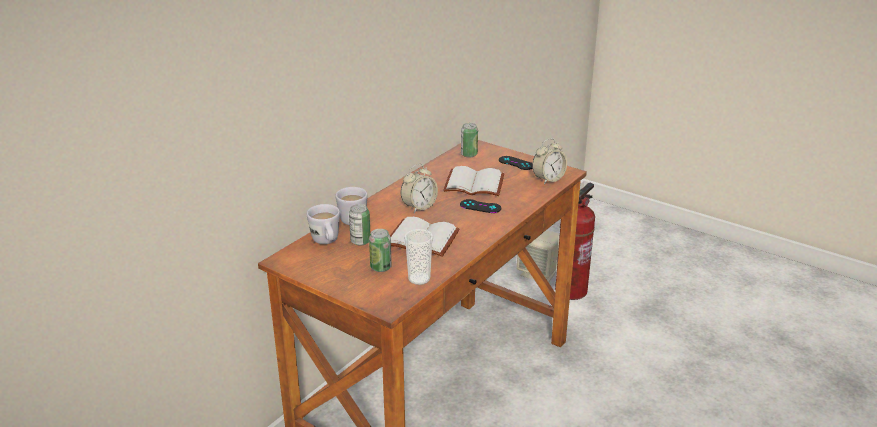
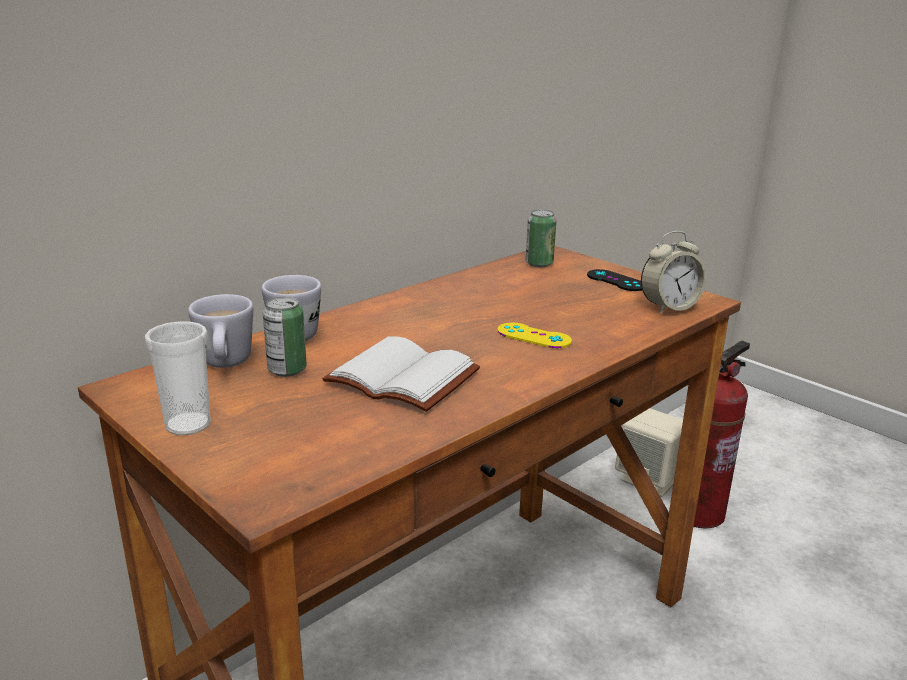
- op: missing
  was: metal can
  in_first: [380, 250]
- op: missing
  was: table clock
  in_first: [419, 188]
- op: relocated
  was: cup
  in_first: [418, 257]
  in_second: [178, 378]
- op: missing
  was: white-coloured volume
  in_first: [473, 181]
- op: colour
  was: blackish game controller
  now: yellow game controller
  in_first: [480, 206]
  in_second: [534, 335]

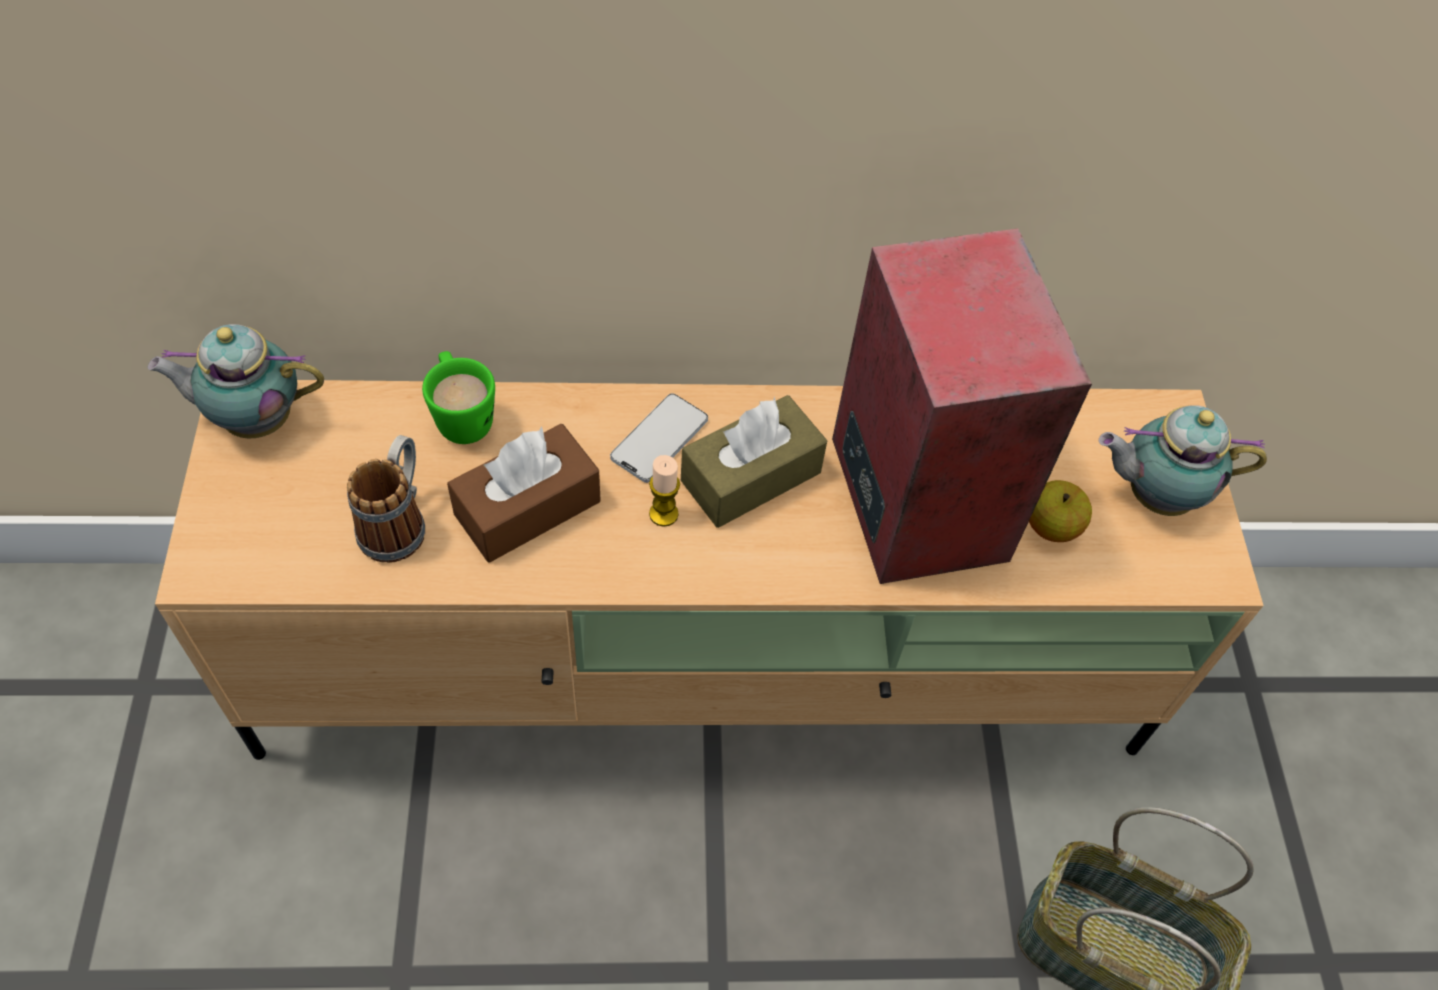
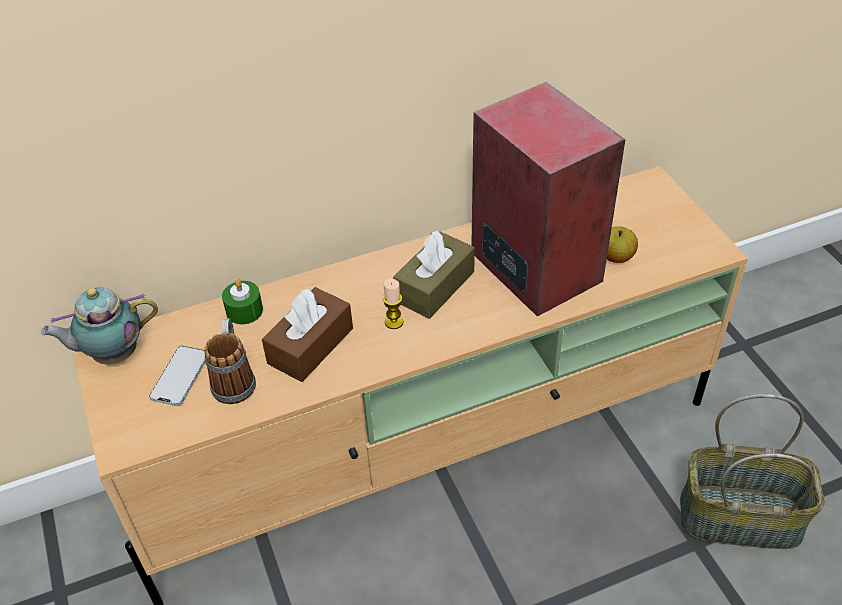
- op: exchanged
  was: green coffee mug
  now: green wax light
  in_first: [458, 397]
  in_second: [242, 301]
- op: relocated
  was: handset
  in_first: [659, 438]
  in_second: [177, 376]
- op: missing
  was: tea pot
  in_first: [1183, 460]

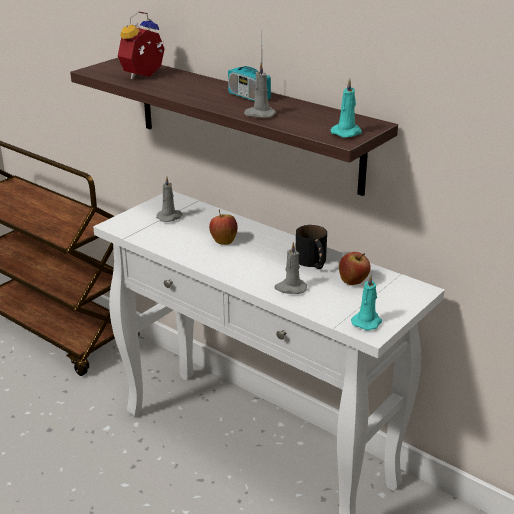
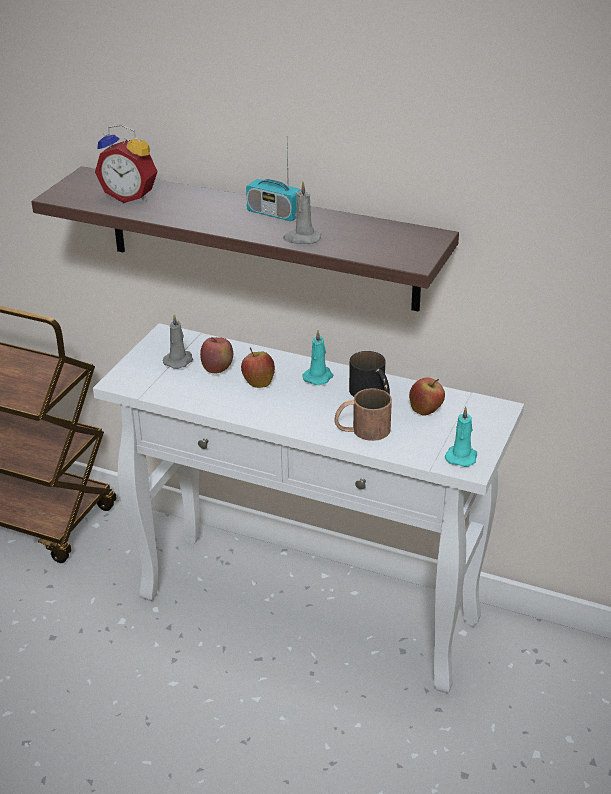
- op: spun
  was: table clock
  in_first: [141, 45]
  in_second: [126, 163]
  clockwise: -90
- op: exchanged
  was: grey wax light
  now: brownish coffee mug
  in_first: [291, 268]
  in_second: [363, 414]
- op: relocated
  was: turquoise-coloured wax light
  in_first: [346, 108]
  in_second: [317, 357]
- op: appeared
  now: apple
  in_second: [216, 355]

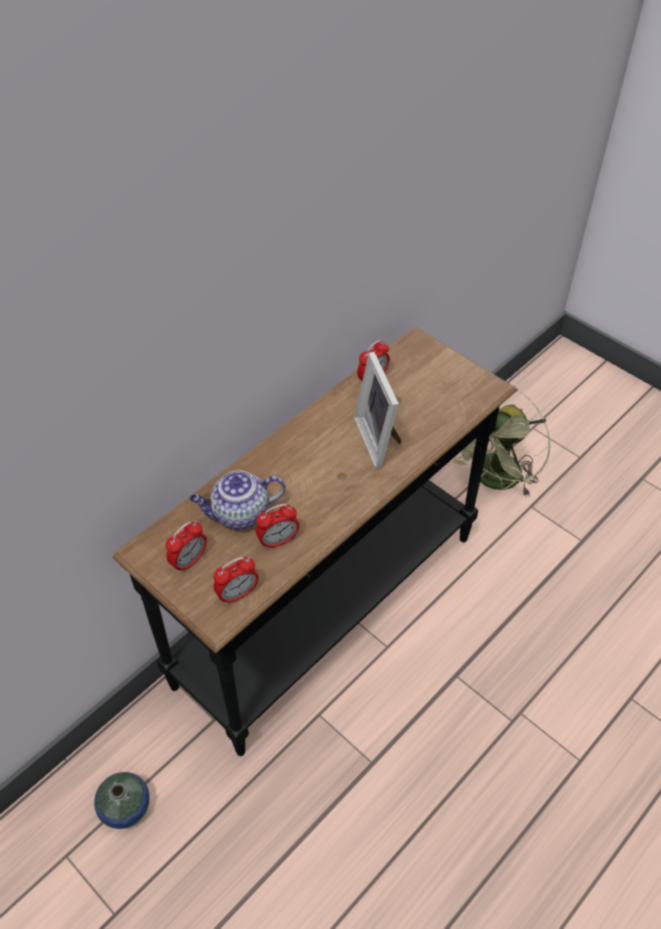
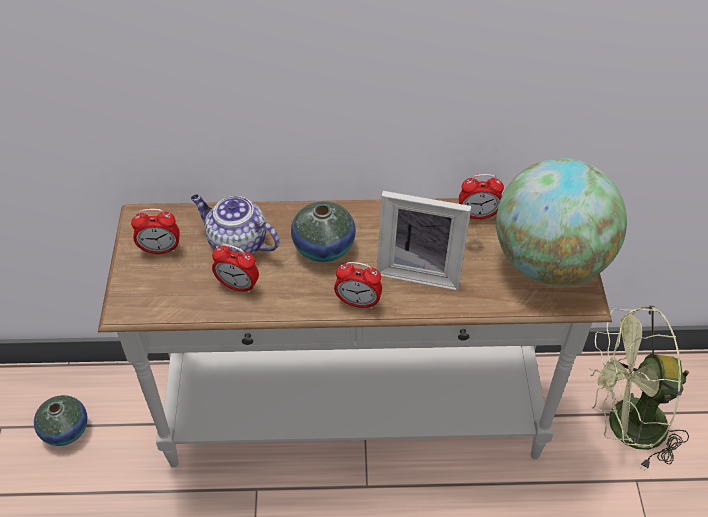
- op: colour
  was: blackish hall table
  now: white-coloured hall table
  in_first: [315, 541]
  in_second: [355, 332]
- op: relocated
  was: table clock
  in_first: [236, 581]
  in_second: [358, 285]
- op: spun
  was: photo frame
  in_first: [378, 410]
  in_second: [424, 240]
  clockwise: -105
- op: appeared
  now: flower vase
  in_second: [323, 231]
- op: appeared
  now: globe
  in_second: [561, 222]

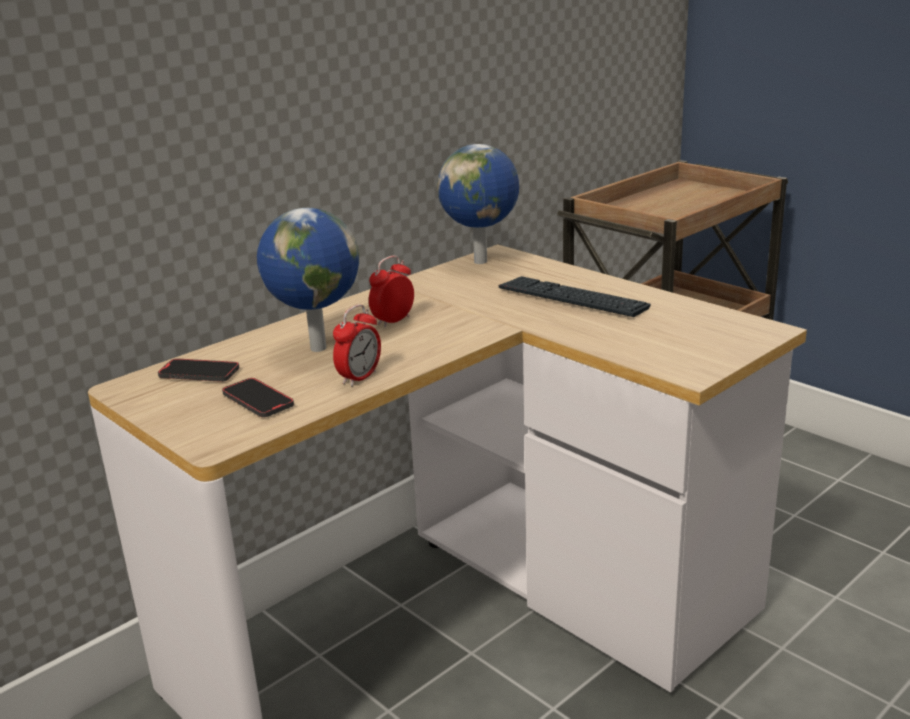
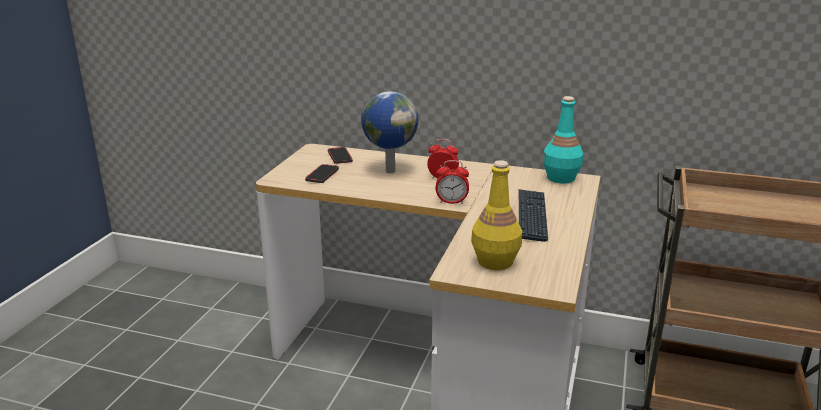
- op: relocated
  was: table clock
  in_first: [357, 345]
  in_second: [452, 182]
- op: exchanged
  was: globe
  now: turquoise-coloured bottle
  in_first: [478, 204]
  in_second: [563, 140]
- op: appeared
  now: yellow bottle
  in_second: [496, 215]

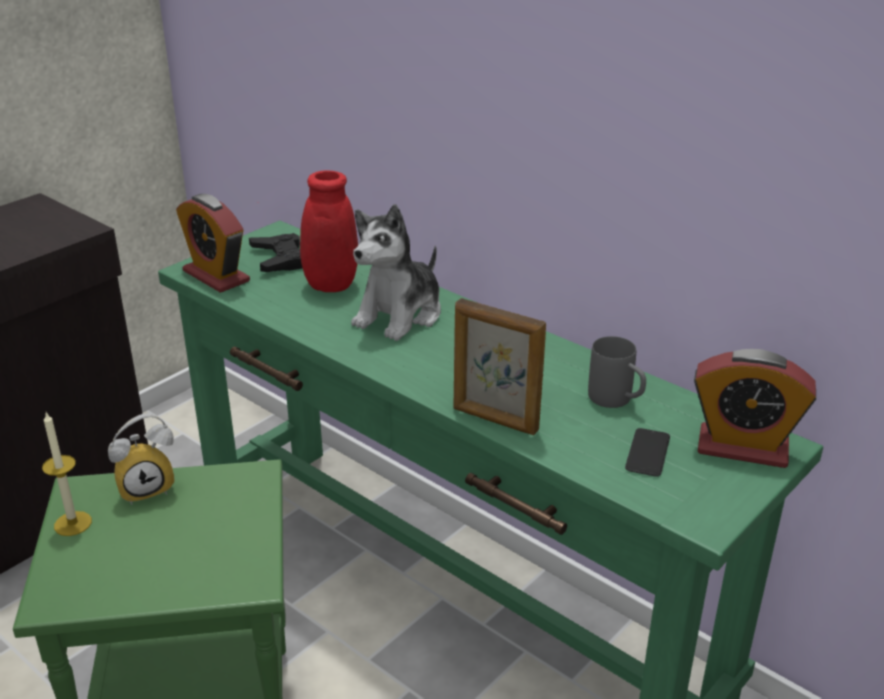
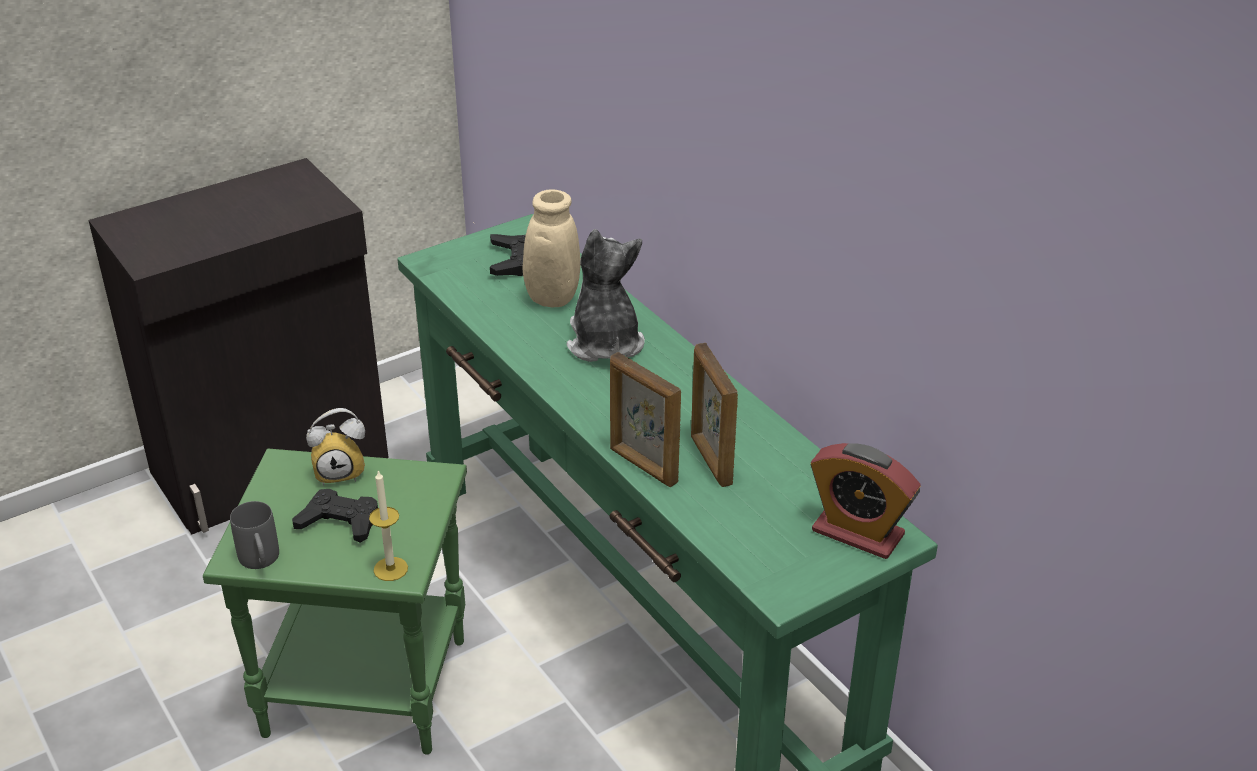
- op: relocated
  was: wax light
  in_first: [67, 474]
  in_second: [388, 525]
- op: missing
  was: table clock
  in_first: [213, 243]
- op: colour
  was: red-coloured flower vase
  now: beige-coloured flower vase
  in_first: [308, 231]
  in_second: [527, 248]
- op: spun
  was: soft toy
  in_first: [396, 272]
  in_second: [605, 295]
  clockwise: 120
- op: relocated
  was: grey coffee mug
  in_first: [617, 372]
  in_second: [254, 535]
- op: missing
  was: handset
  in_first: [647, 452]
- op: appeared
  now: blackish game controller
  in_second: [335, 516]
- op: appeared
  now: photo frame
  in_second: [714, 415]

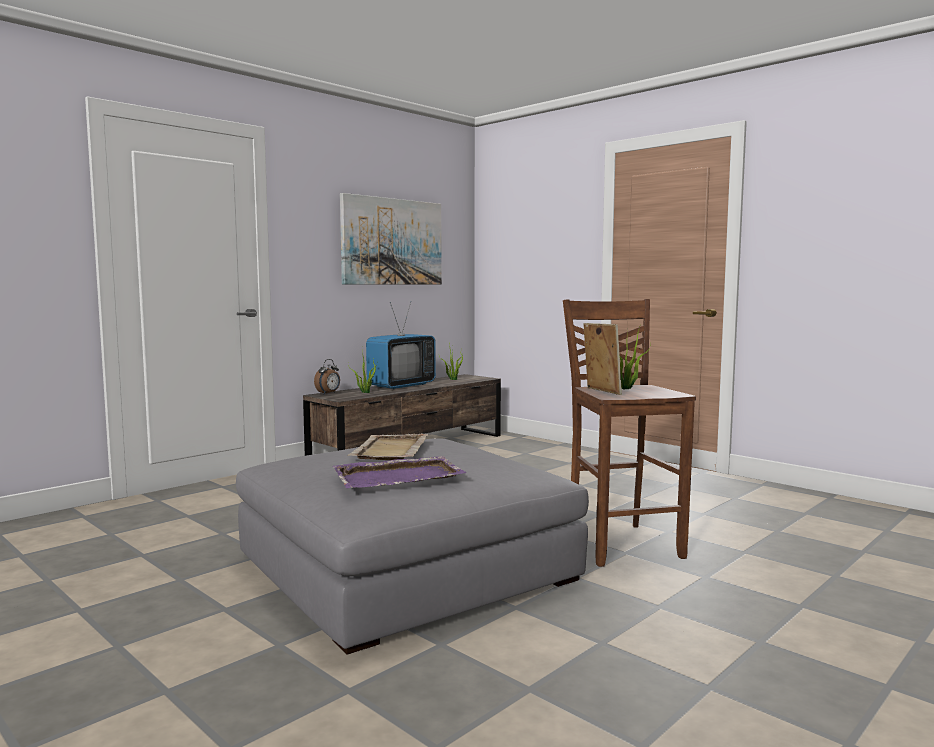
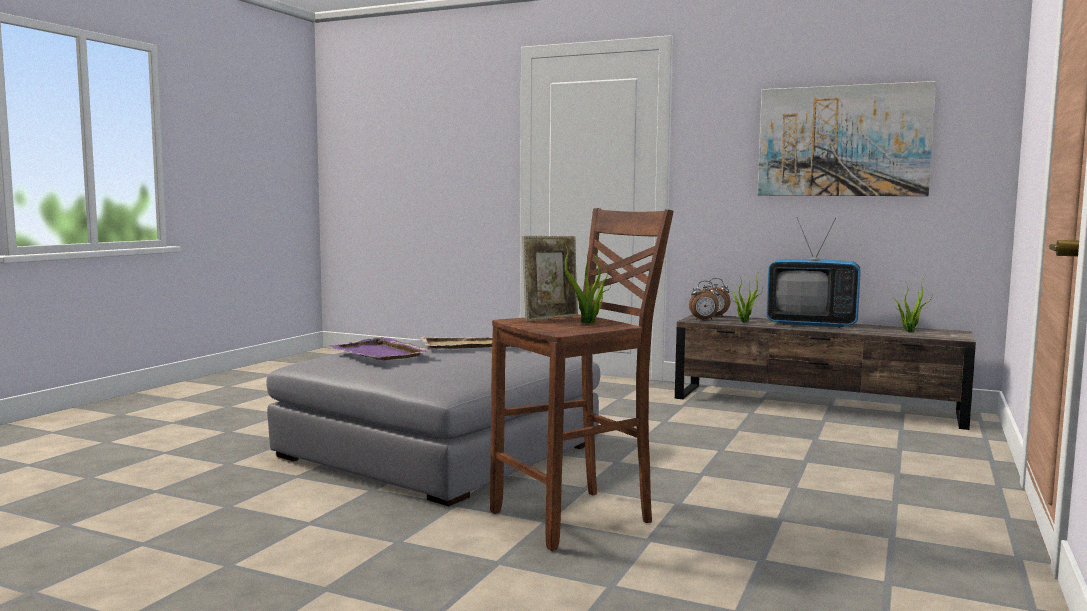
- op: appeared
  now: table clock
  in_second: [704, 300]

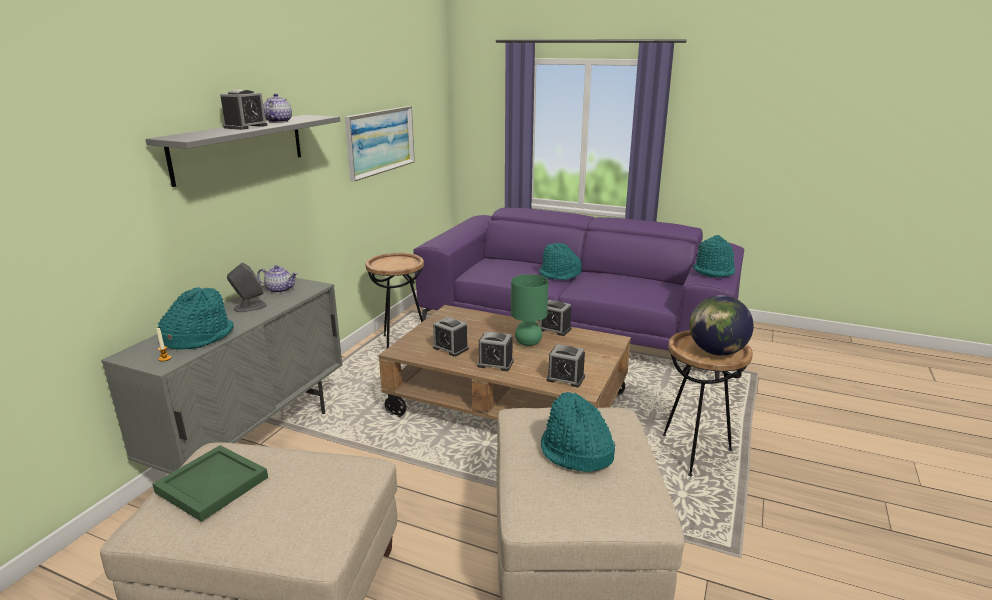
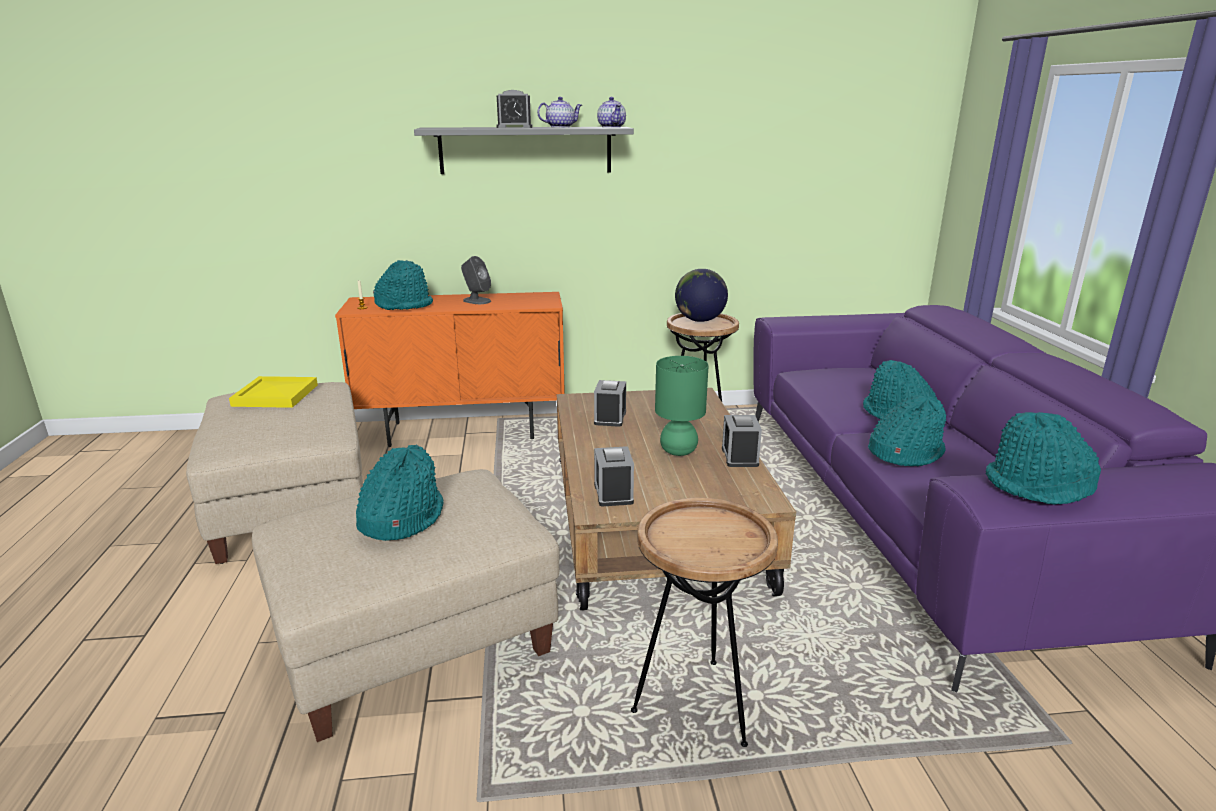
- op: colour
  was: grey cupboard
  now: orange cupboard
  in_first: [222, 376]
  in_second: [450, 369]
- op: colour
  was: green carrying tray
  now: yellow carrying tray
  in_first: [210, 483]
  in_second: [273, 392]
- op: relocated
  was: tea pot
  in_first: [277, 279]
  in_second: [611, 112]
- op: missing
  was: wall picture
  in_first: [380, 144]
- op: missing
  was: table clock
  in_first: [495, 351]
- op: relocated
  was: globe
  in_first: [722, 325]
  in_second: [701, 295]
- op: appeared
  now: turquoise-coloured hat
  in_second: [907, 430]

